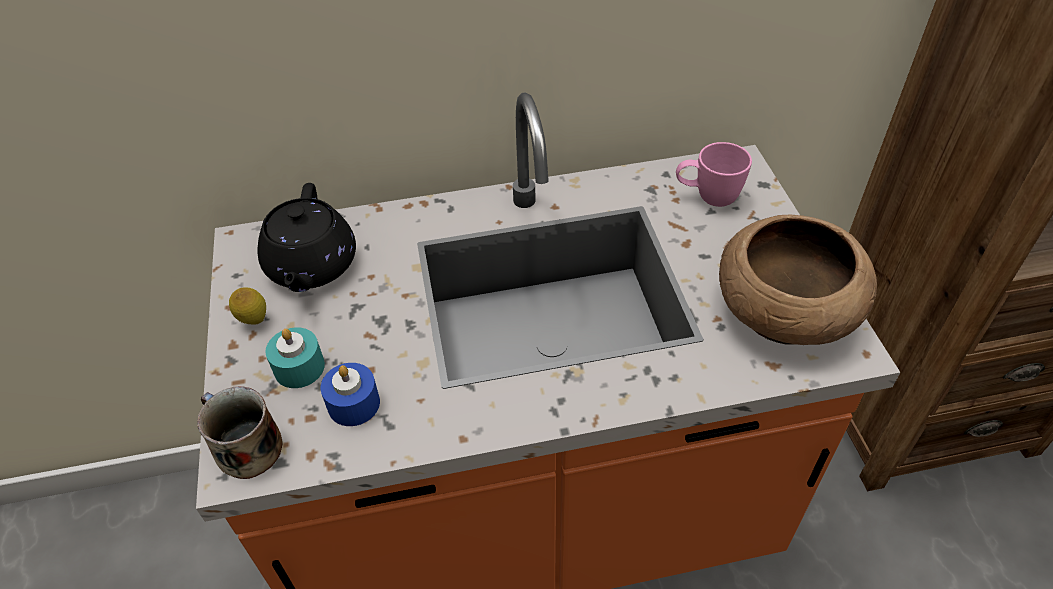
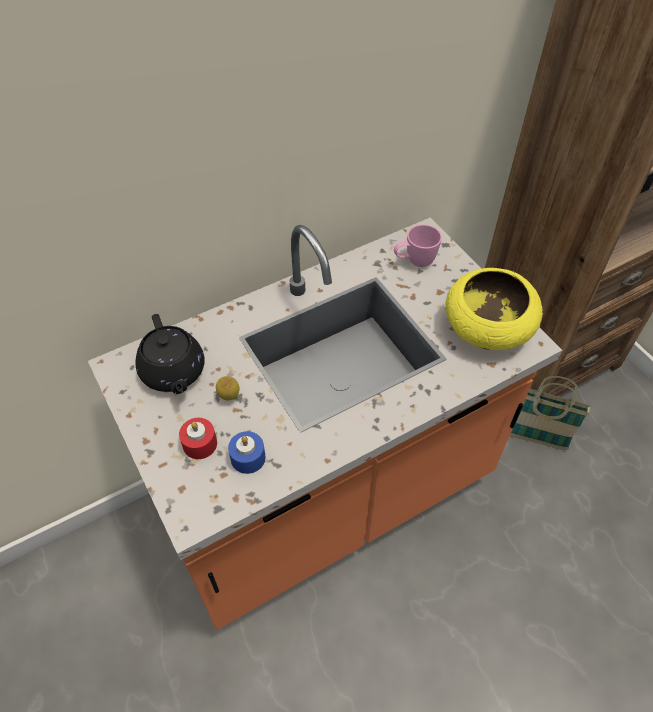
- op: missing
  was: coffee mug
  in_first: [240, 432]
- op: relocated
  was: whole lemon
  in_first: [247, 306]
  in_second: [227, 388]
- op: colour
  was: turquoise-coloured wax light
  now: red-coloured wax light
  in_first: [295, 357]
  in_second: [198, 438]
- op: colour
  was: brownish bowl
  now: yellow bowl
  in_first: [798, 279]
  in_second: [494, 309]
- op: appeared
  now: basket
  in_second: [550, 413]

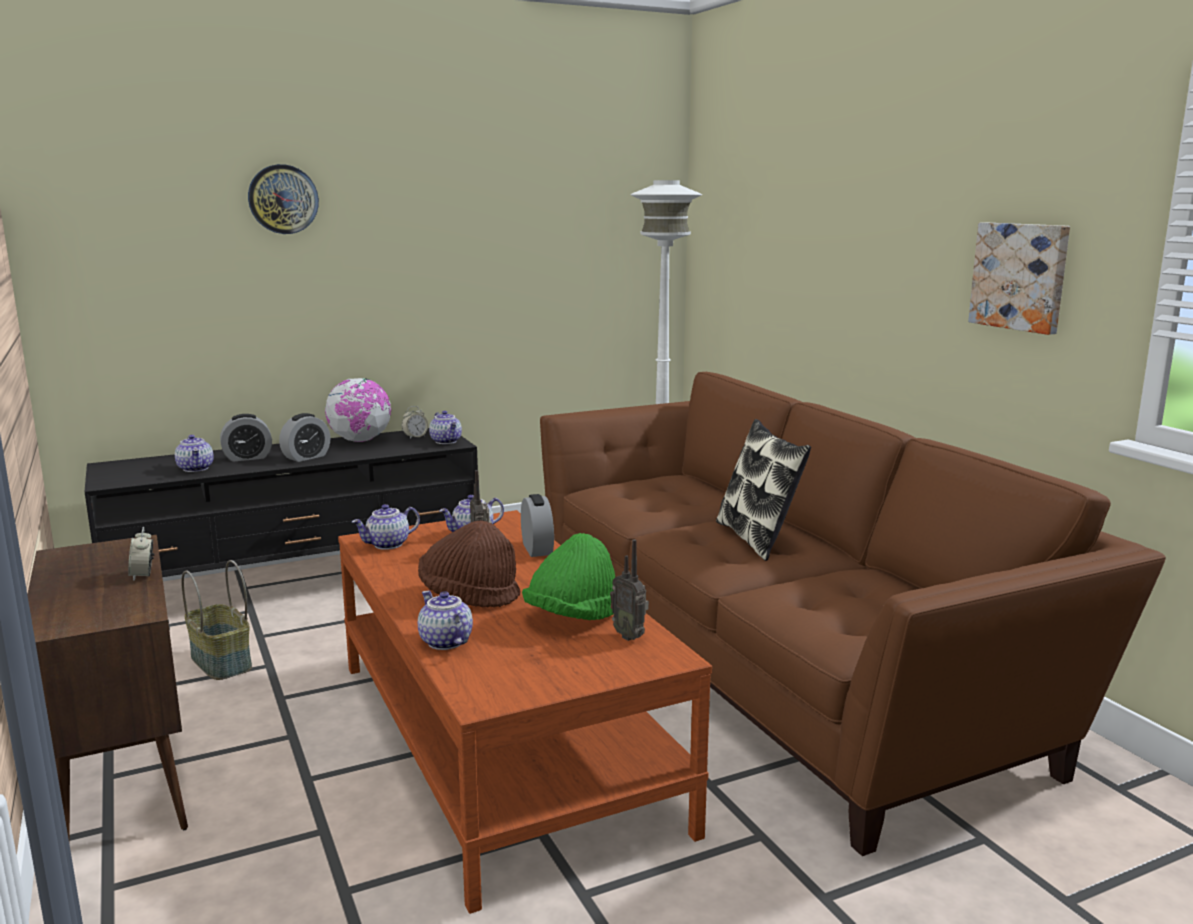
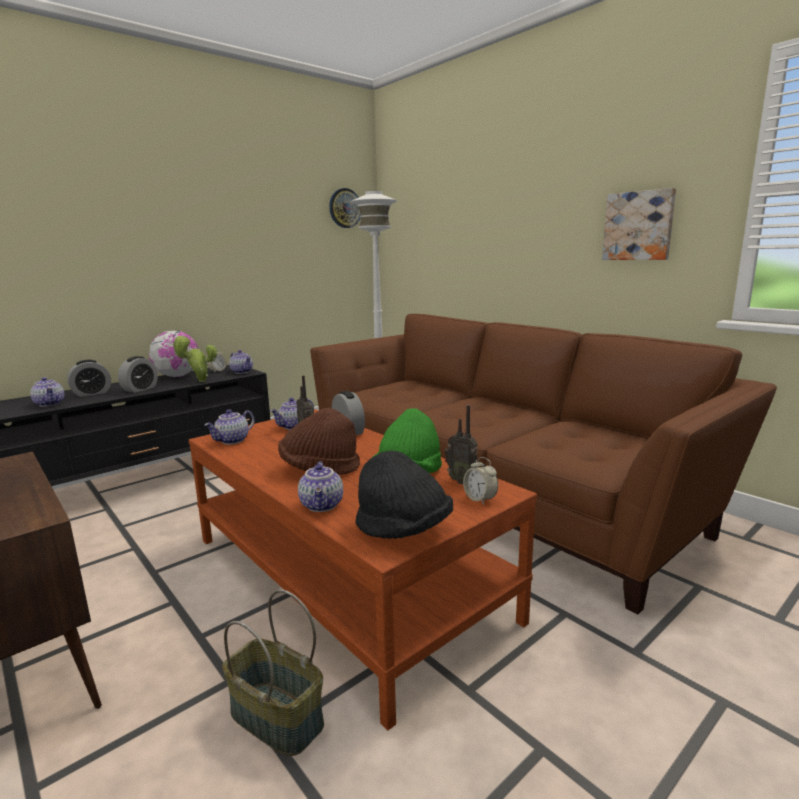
- op: relocated
  was: table clock
  in_first: [141, 554]
  in_second: [480, 481]
- op: relocated
  was: basket
  in_first: [216, 620]
  in_second: [273, 673]
- op: relocated
  was: hanging clock
  in_first: [283, 199]
  in_second: [345, 208]
- op: spun
  was: tea pot
  in_first: [445, 620]
  in_second: [320, 486]
  clockwise: -135
- op: missing
  was: pillow
  in_first: [763, 490]
- op: appeared
  now: plant in a pot
  in_second: [194, 358]
- op: appeared
  now: blackish hat
  in_second: [404, 495]

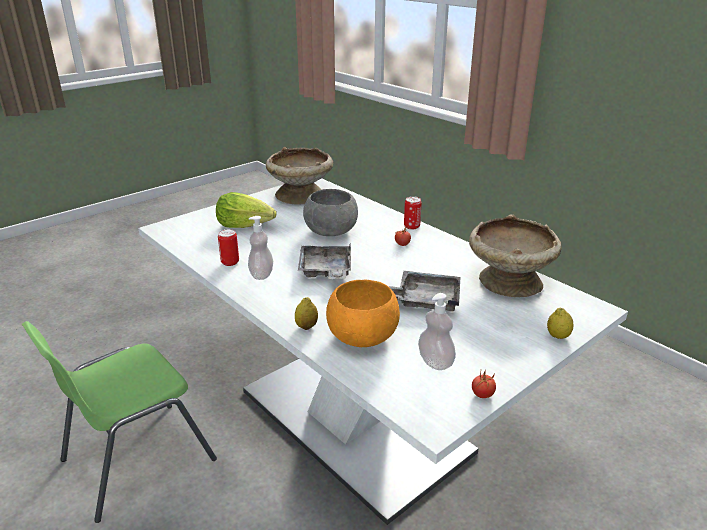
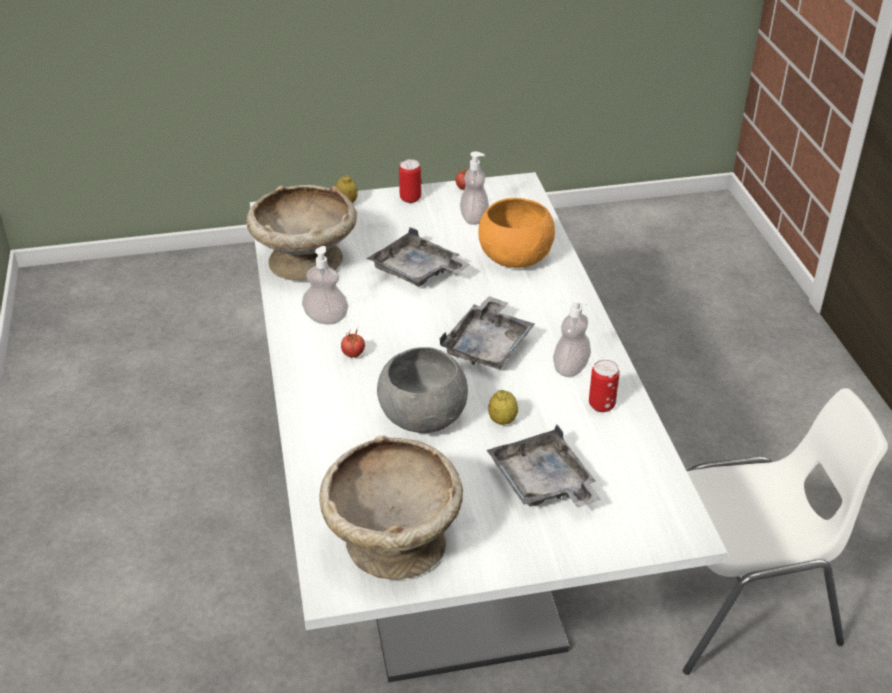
- op: colour
  was: green chair
  now: white-coloured chair
  in_first: [119, 422]
  in_second: [785, 531]
- op: exchanged
  was: lettuce
  now: grey carrying tray
  in_first: [246, 210]
  in_second: [544, 466]
- op: relocated
  was: whole lemon
  in_first: [306, 313]
  in_second: [503, 407]
- op: relocated
  was: metal can
  in_first: [413, 213]
  in_second: [410, 181]
- op: appeared
  now: soap dispenser
  in_second: [325, 285]

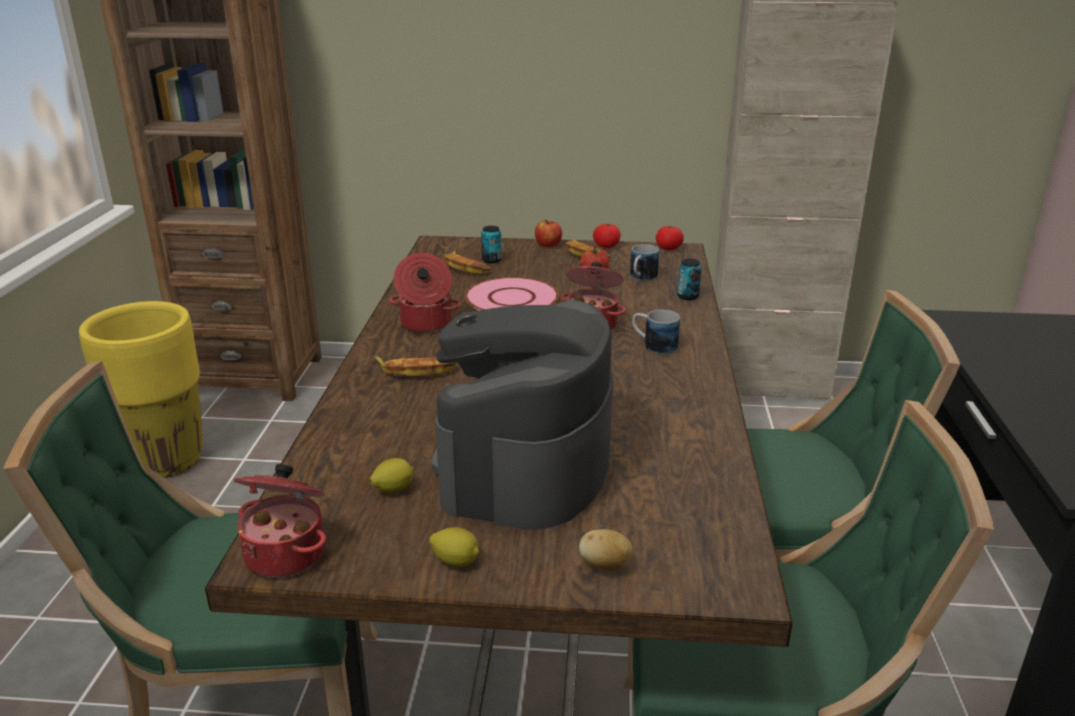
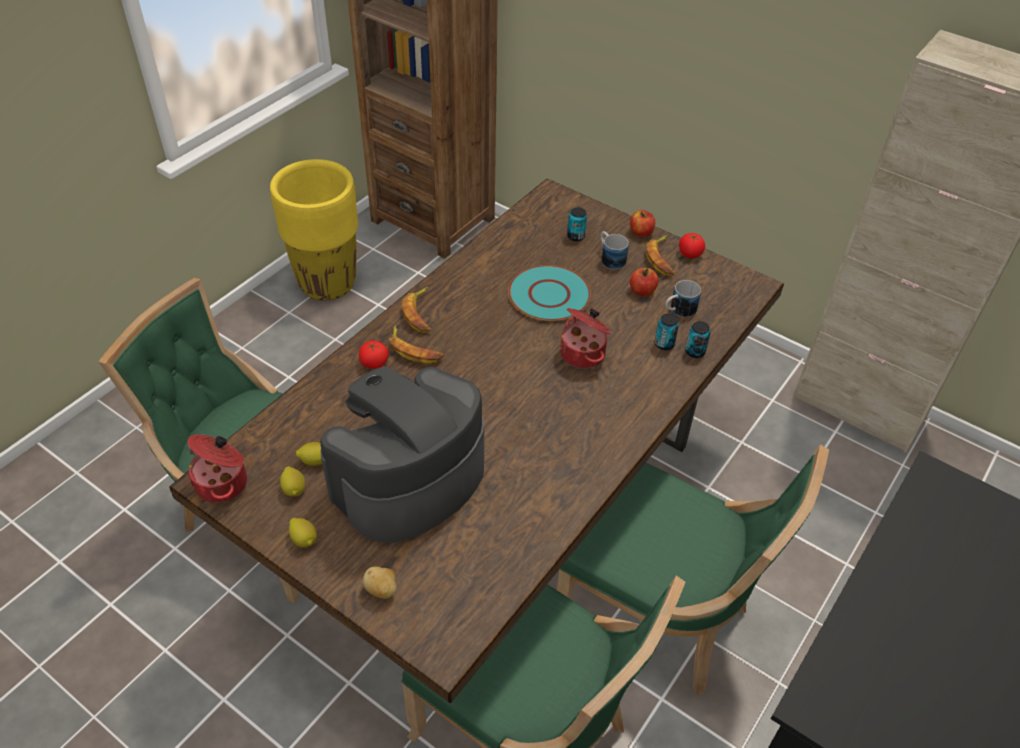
- op: missing
  was: cooking pot
  in_first: [425, 293]
- op: relocated
  was: banana fruit
  in_first: [467, 262]
  in_second: [416, 310]
- op: colour
  was: pink-coloured dinner plate
  now: turquoise-coloured dinner plate
  in_first: [512, 293]
  in_second: [549, 293]
- op: relocated
  was: coffee mug
  in_first: [656, 332]
  in_second: [615, 250]
- op: relocated
  was: fresh tomato
  in_first: [670, 237]
  in_second: [374, 355]
- op: appeared
  now: whole lemon
  in_second: [292, 481]
- op: appeared
  now: metal can
  in_second: [667, 332]

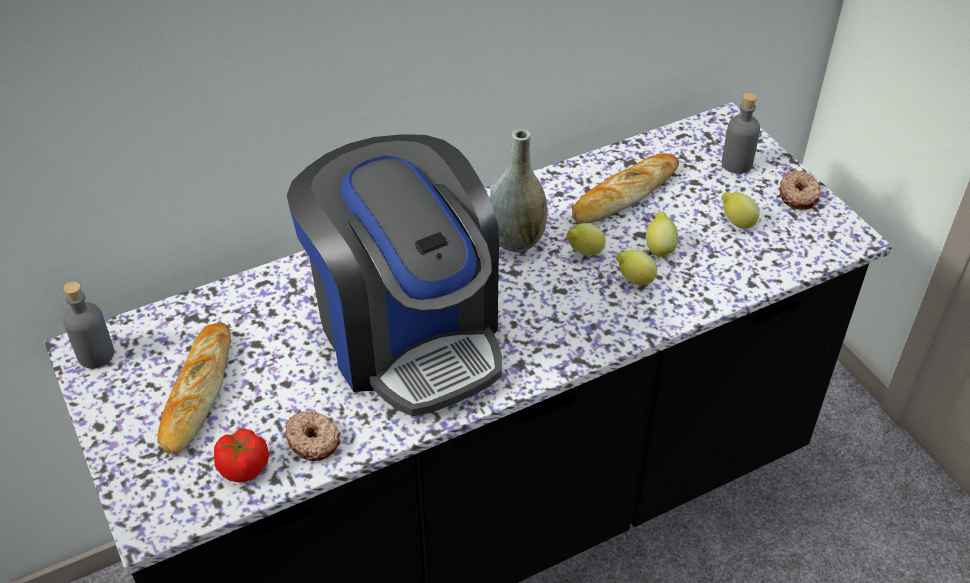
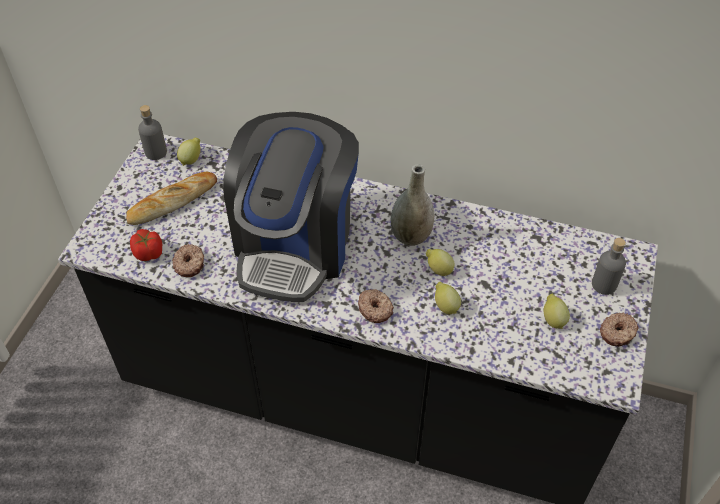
- op: missing
  was: baked bread
  in_first: [625, 188]
- op: relocated
  was: whole lemon
  in_first: [662, 235]
  in_second: [189, 152]
- op: appeared
  now: doughnut
  in_second: [376, 306]

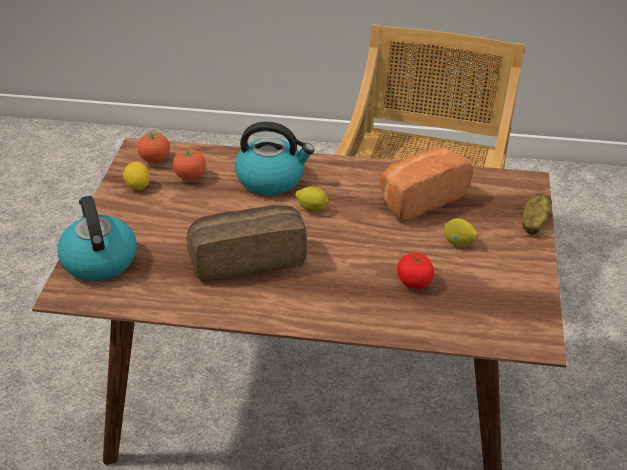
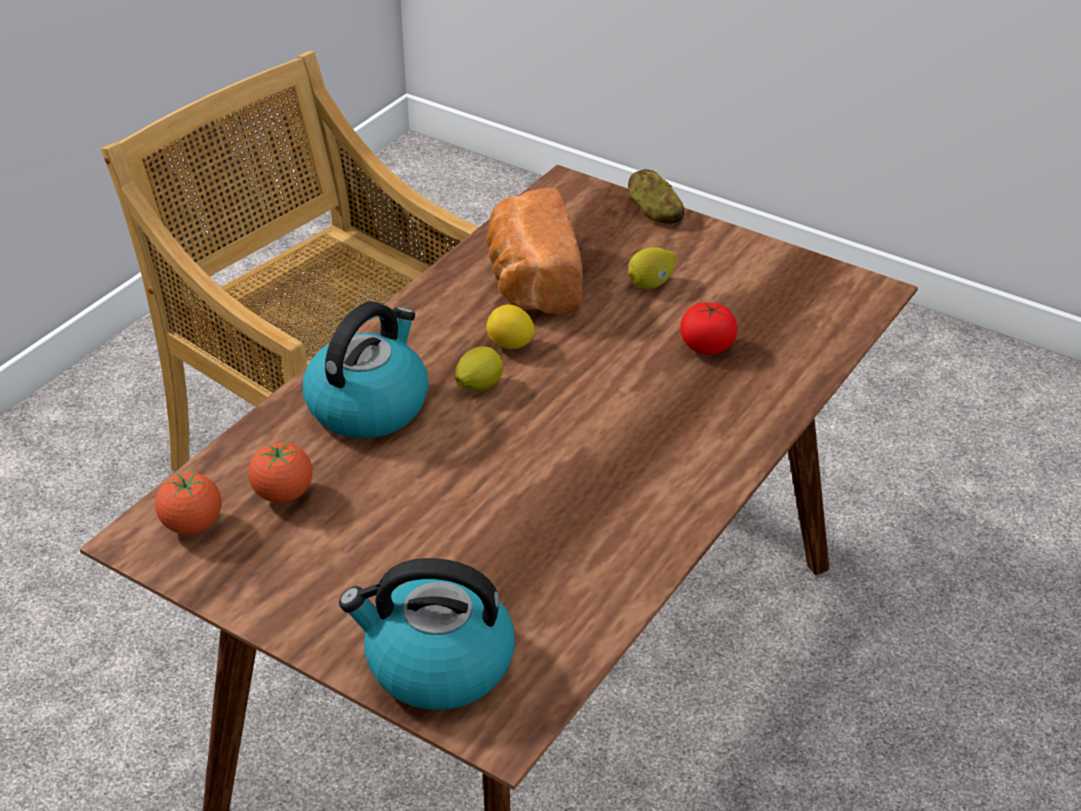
- op: relocated
  was: whole lemon
  in_first: [136, 176]
  in_second: [510, 326]
- op: missing
  was: baked bread
  in_first: [246, 243]

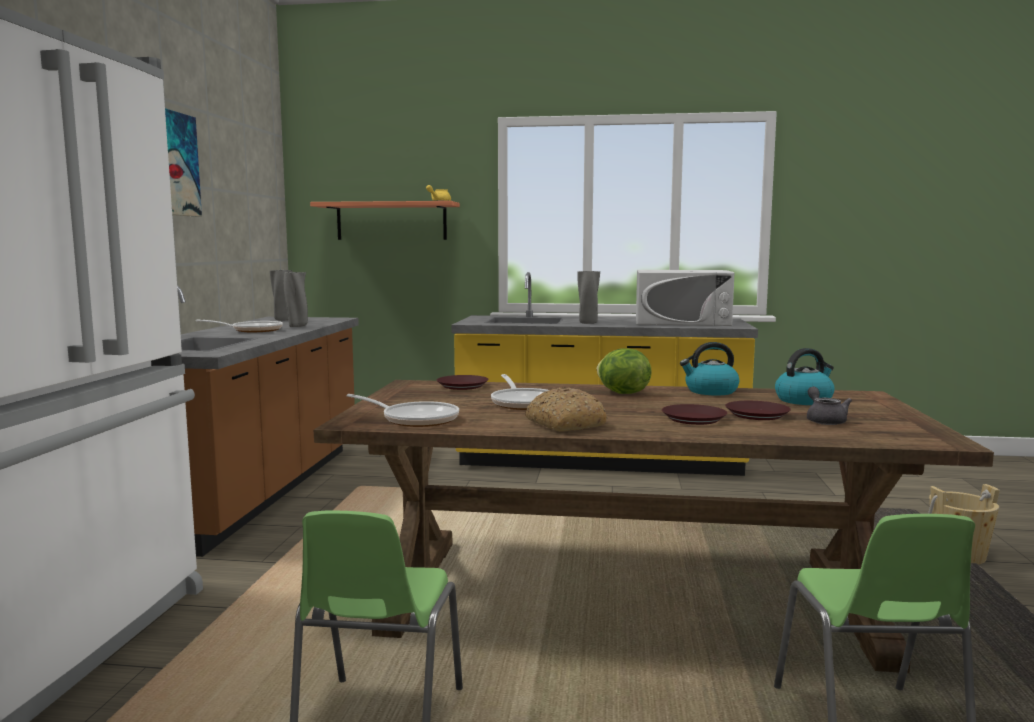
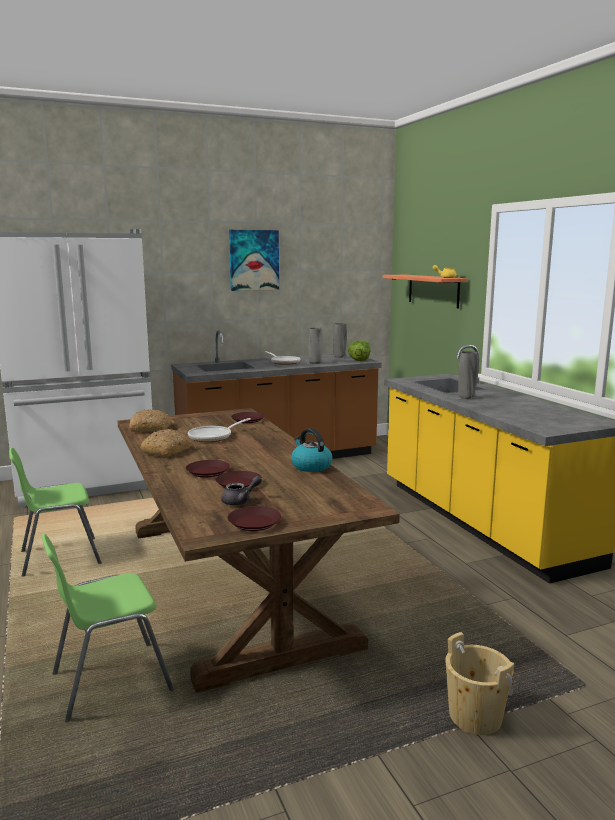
- op: exchanged
  was: skillet
  now: baked bread
  in_first: [402, 410]
  in_second: [150, 420]
- op: relocated
  was: lettuce
  in_first: [624, 371]
  in_second: [359, 350]
- op: missing
  was: white-coloured kitchen microwave
  in_first: [685, 298]
- op: missing
  was: water kettle
  in_first: [805, 376]
- op: appeared
  now: brownish dinner plate
  in_second: [254, 518]

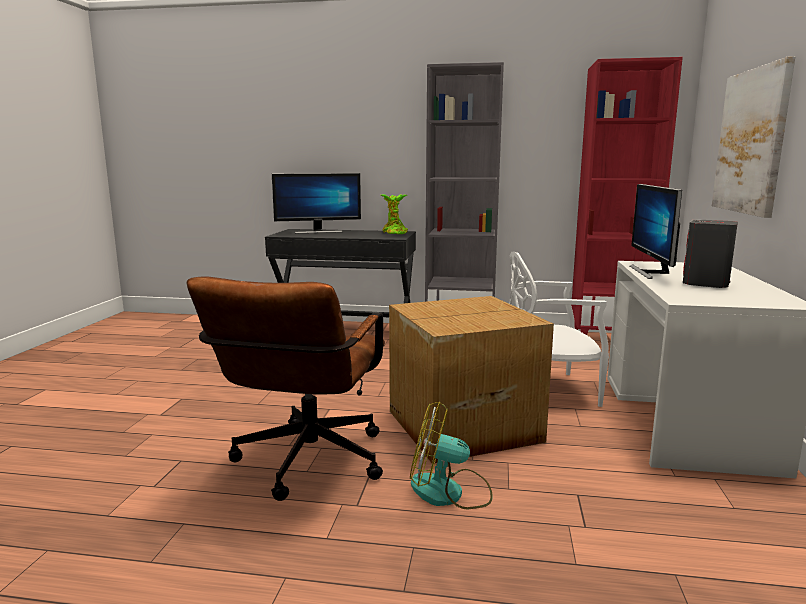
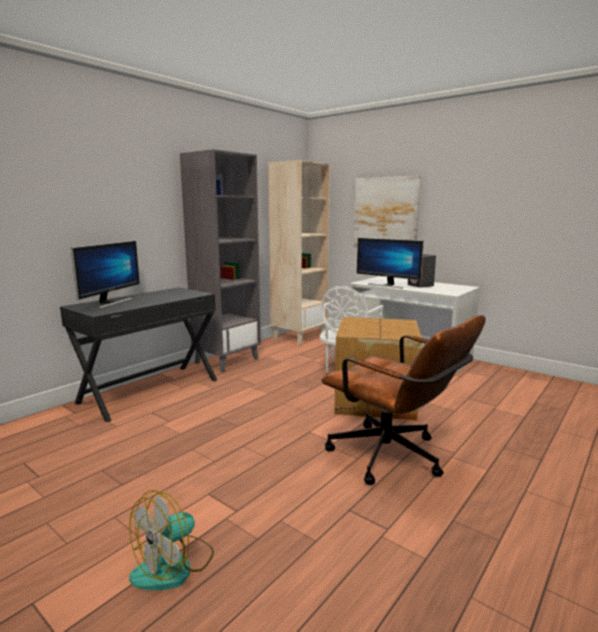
- op: missing
  was: plant in a pot
  in_first: [394, 214]
- op: relocated
  was: cooling fan
  in_first: [451, 456]
  in_second: [171, 540]
- op: colour
  was: red-coloured bookshelf
  now: beige-coloured bookshelf
  in_first: [627, 196]
  in_second: [299, 252]

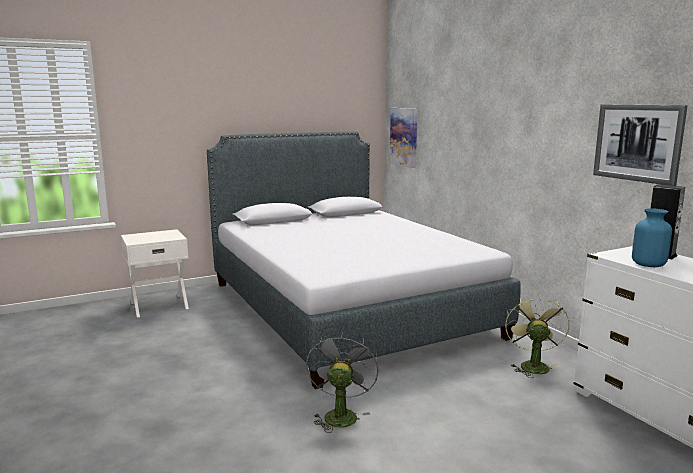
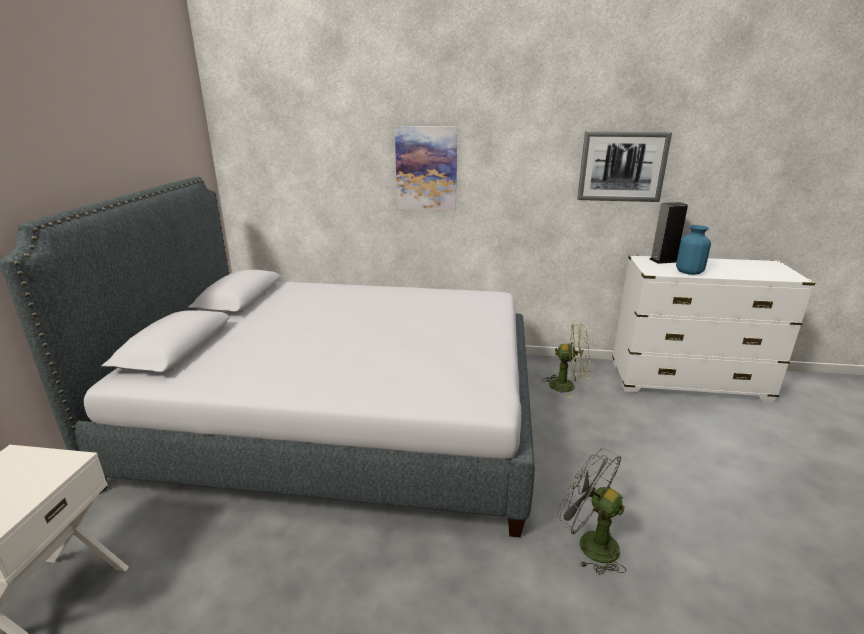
- op: relocated
  was: wall picture
  in_first: [404, 138]
  in_second: [426, 168]
- op: spun
  was: green cooling fan
  in_first: [537, 336]
  in_second: [566, 361]
  clockwise: 150

